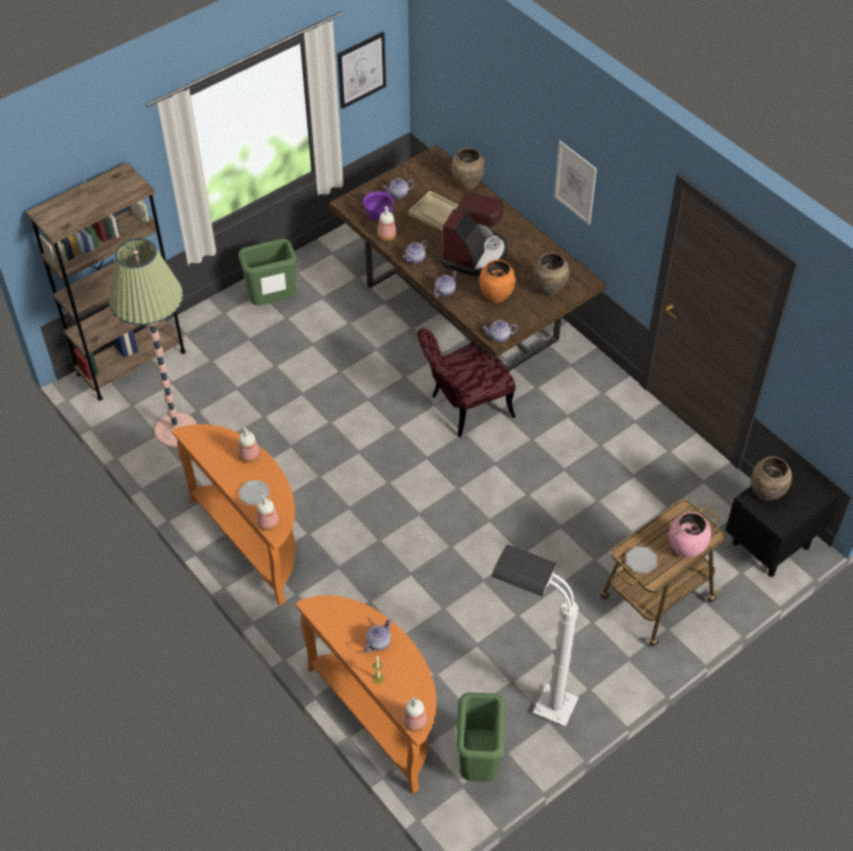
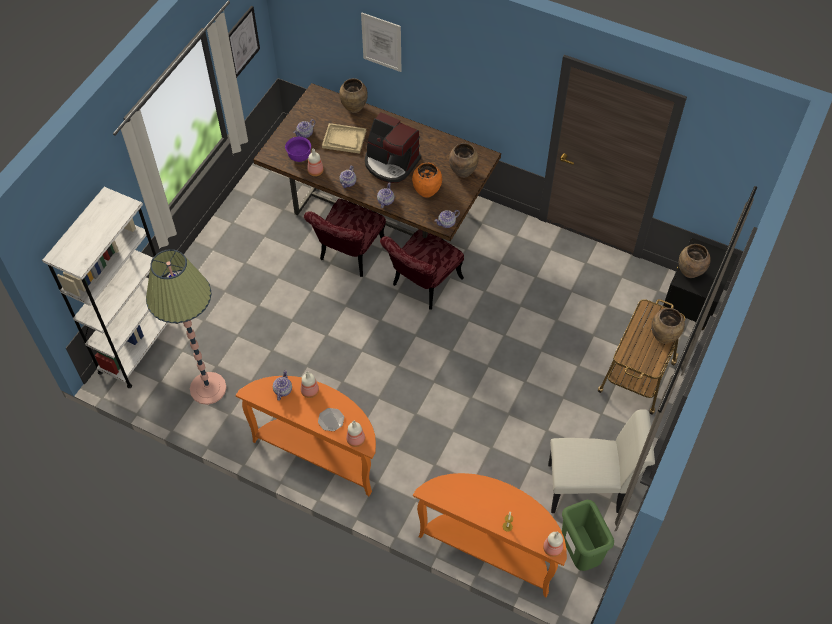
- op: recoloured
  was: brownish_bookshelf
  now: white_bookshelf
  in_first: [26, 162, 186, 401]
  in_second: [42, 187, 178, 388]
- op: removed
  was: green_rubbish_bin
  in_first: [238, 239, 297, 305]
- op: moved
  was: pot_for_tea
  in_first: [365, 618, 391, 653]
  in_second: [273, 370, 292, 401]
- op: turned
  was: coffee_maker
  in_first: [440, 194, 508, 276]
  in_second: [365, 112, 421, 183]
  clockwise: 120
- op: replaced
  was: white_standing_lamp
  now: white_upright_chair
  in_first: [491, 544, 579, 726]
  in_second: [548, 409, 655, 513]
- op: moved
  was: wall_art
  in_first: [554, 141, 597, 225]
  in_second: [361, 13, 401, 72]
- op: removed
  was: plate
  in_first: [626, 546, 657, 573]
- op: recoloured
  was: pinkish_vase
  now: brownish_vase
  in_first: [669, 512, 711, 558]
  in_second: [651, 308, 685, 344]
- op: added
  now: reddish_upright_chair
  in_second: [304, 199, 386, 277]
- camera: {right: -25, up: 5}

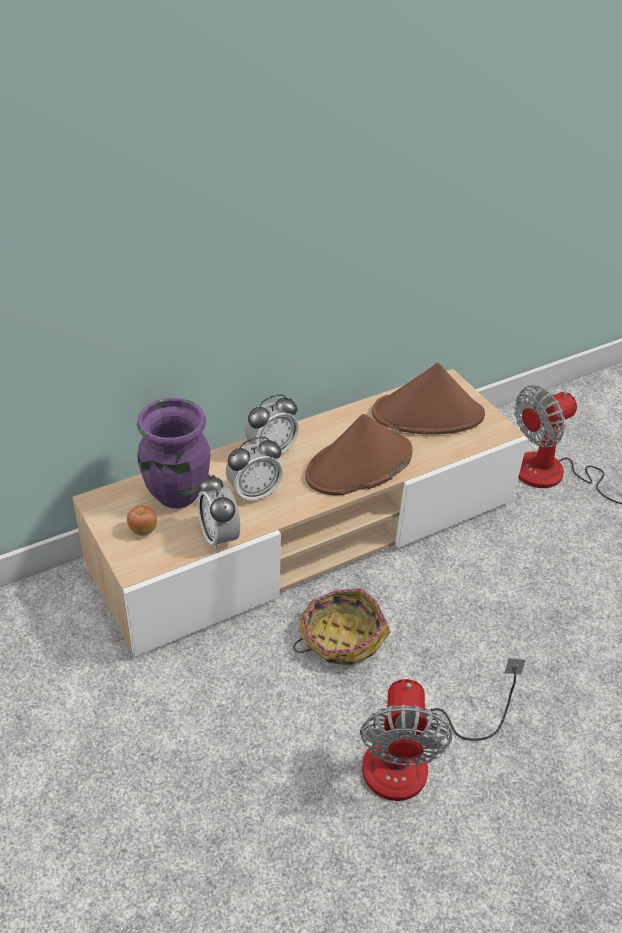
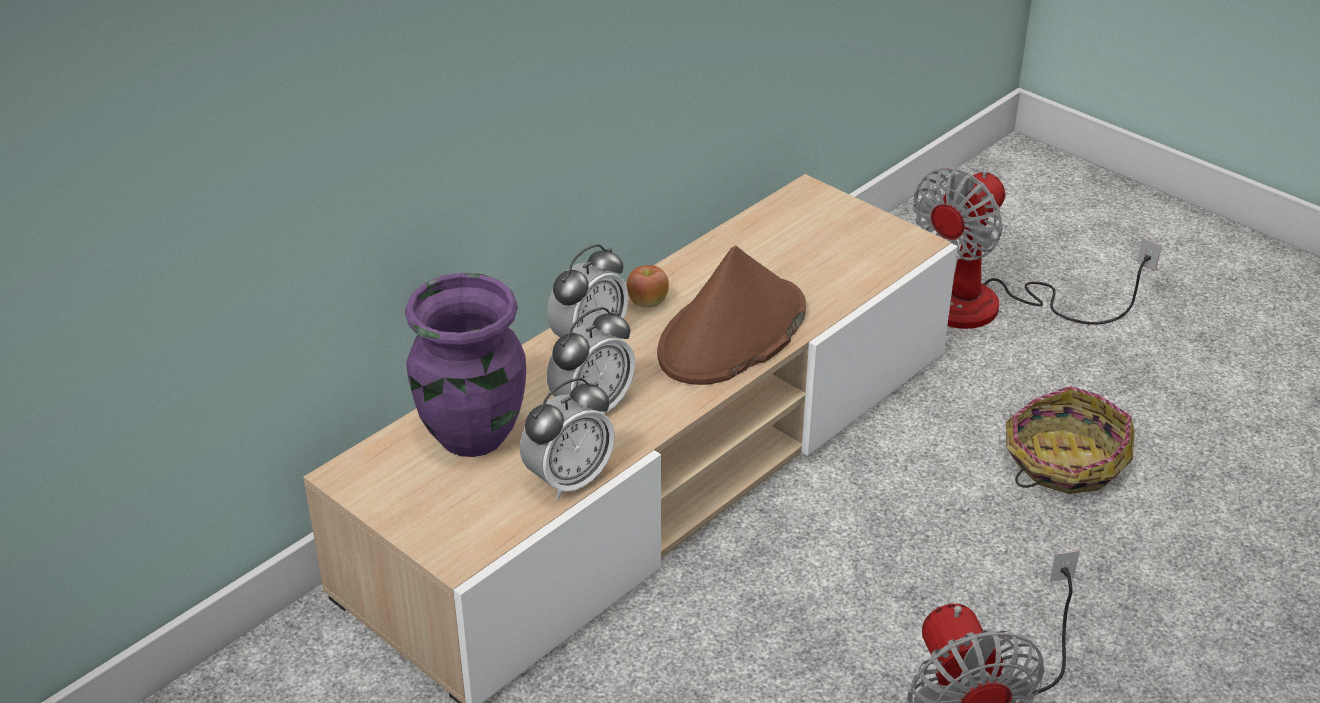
- op: moved
  was: apple_fruit
  in_first: [127, 506, 157, 536]
  in_second: [626, 265, 669, 308]
- op: turned
  was: table_clock
  in_first: [198, 474, 240, 550]
  in_second: [520, 378, 615, 500]
  clockwise: -90
- op: moved
  was: storage_basket
  in_first: [293, 588, 390, 666]
  in_second: [1006, 386, 1135, 494]
- op: removed
  was: brownish_wearable_hat
  in_first: [372, 363, 485, 435]
- camera: {right: -15, up: -5}

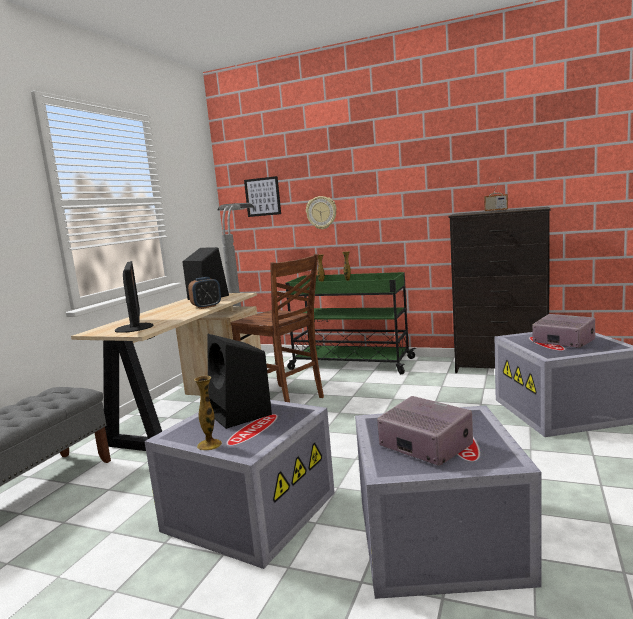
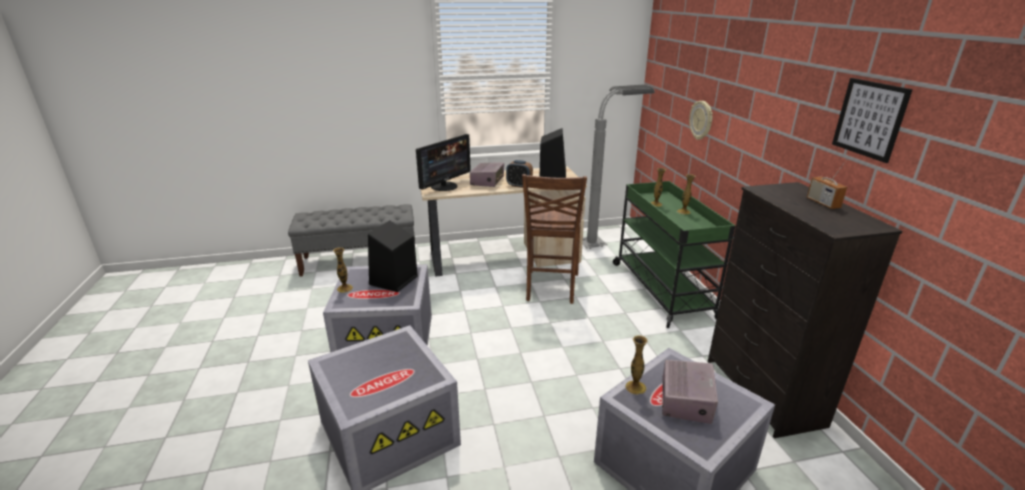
- op: moved
  was: wall_art
  in_first: [244, 176, 281, 217]
  in_second: [832, 78, 913, 163]
- op: moved
  was: radio_set
  in_first: [377, 396, 473, 465]
  in_second: [470, 162, 504, 187]
- op: added
  now: vase
  in_second: [625, 335, 648, 395]
- camera: {right: 55, up: 15}

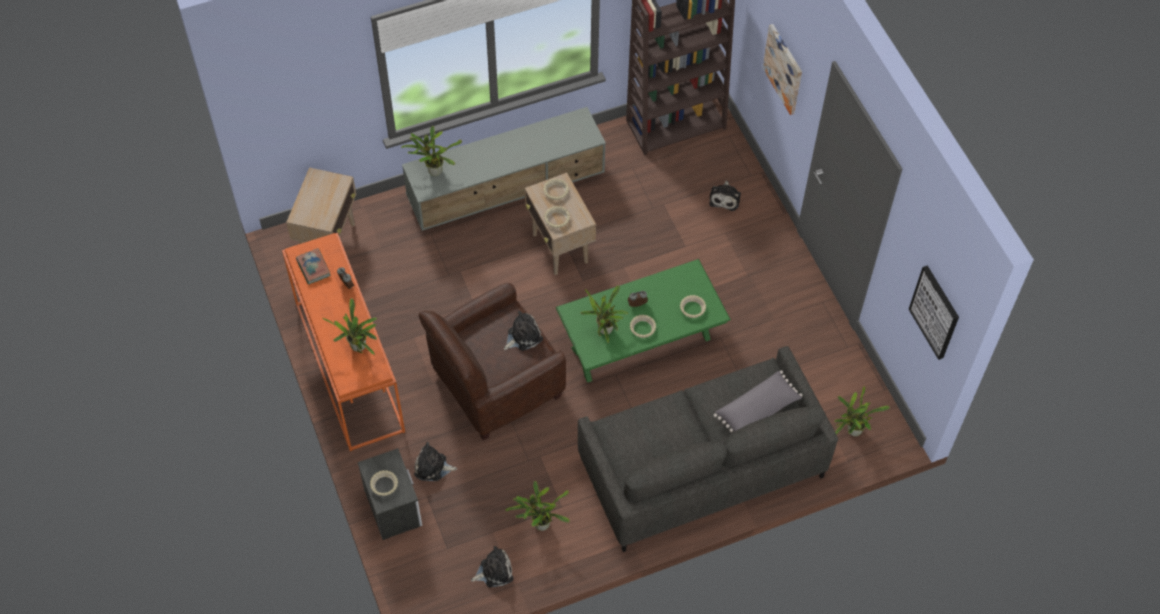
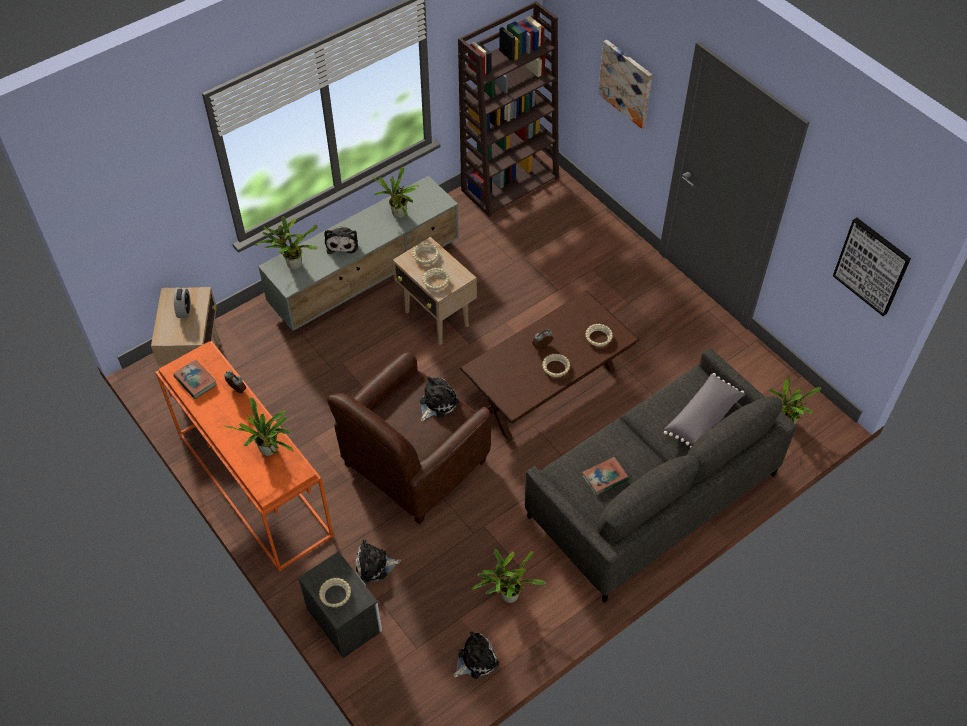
- op: recoloured
  was: green_coffee_table
  now: brownish_coffee_table
  in_first: [556, 259, 731, 383]
  in_second: [460, 290, 639, 440]
- op: moved
  was: plant_in_a_pot
  in_first: [581, 285, 628, 343]
  in_second: [372, 167, 419, 218]
- op: moved
  was: plush_toy
  in_first: [710, 180, 741, 211]
  in_second: [324, 226, 358, 254]
- op: added
  now: table_clock
  in_second: [174, 288, 191, 318]
- op: added
  now: bound_book
  in_second: [582, 457, 629, 496]
- camera: {right: -15, up: -5}

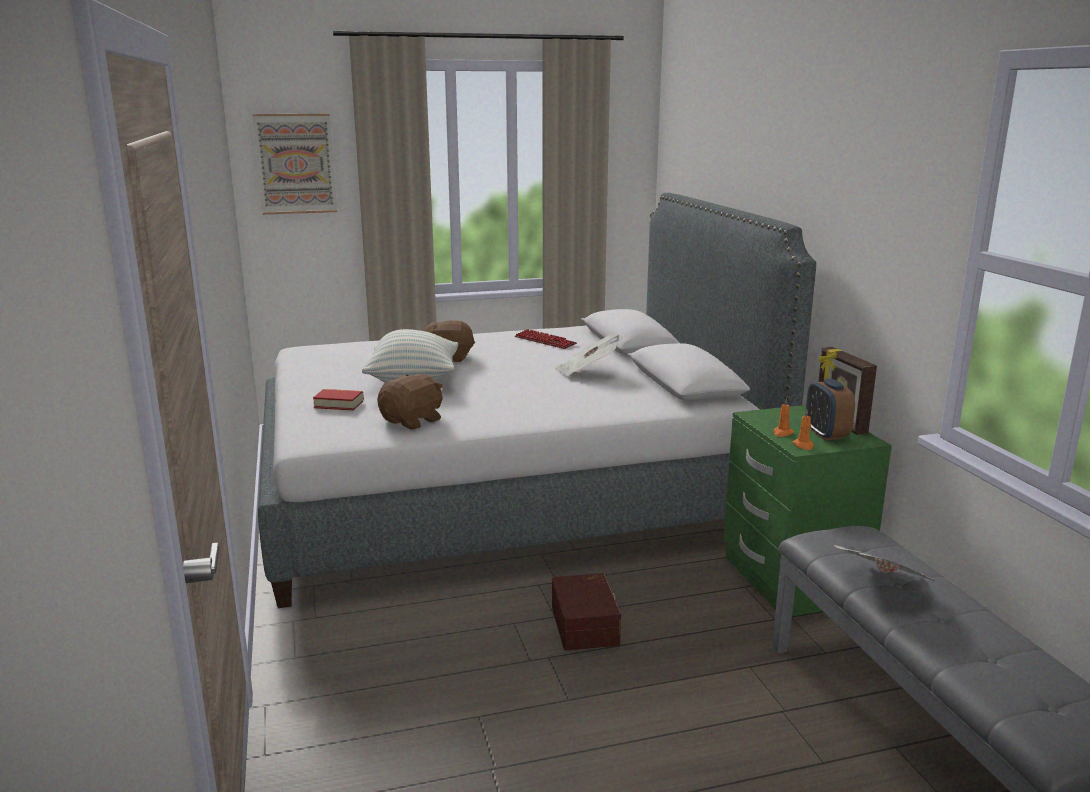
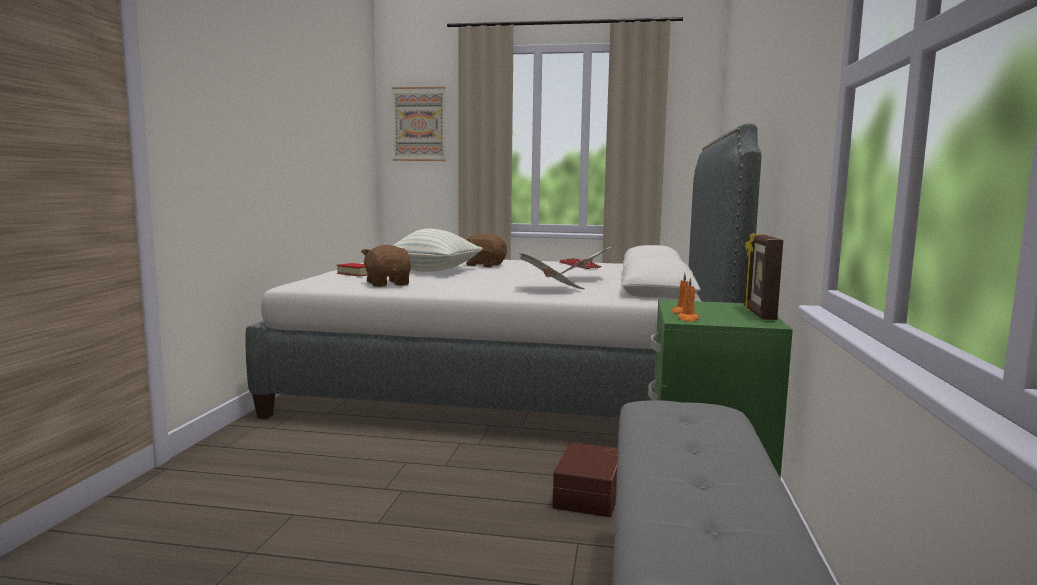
- op: turned
  was: brownish_plush_toy
  in_first: [377, 374, 443, 430]
  in_second: [361, 245, 411, 287]
  clockwise: -90
- op: moved
  was: brownish_storage_container
  in_first: [552, 573, 621, 650]
  in_second: [552, 442, 618, 517]
- op: removed
  was: table_clock
  in_first: [805, 379, 855, 440]
- op: moved
  was: printed_paper
  in_first: [834, 545, 936, 582]
  in_second: [519, 253, 585, 289]
- camera: {right: 25, up: -10}

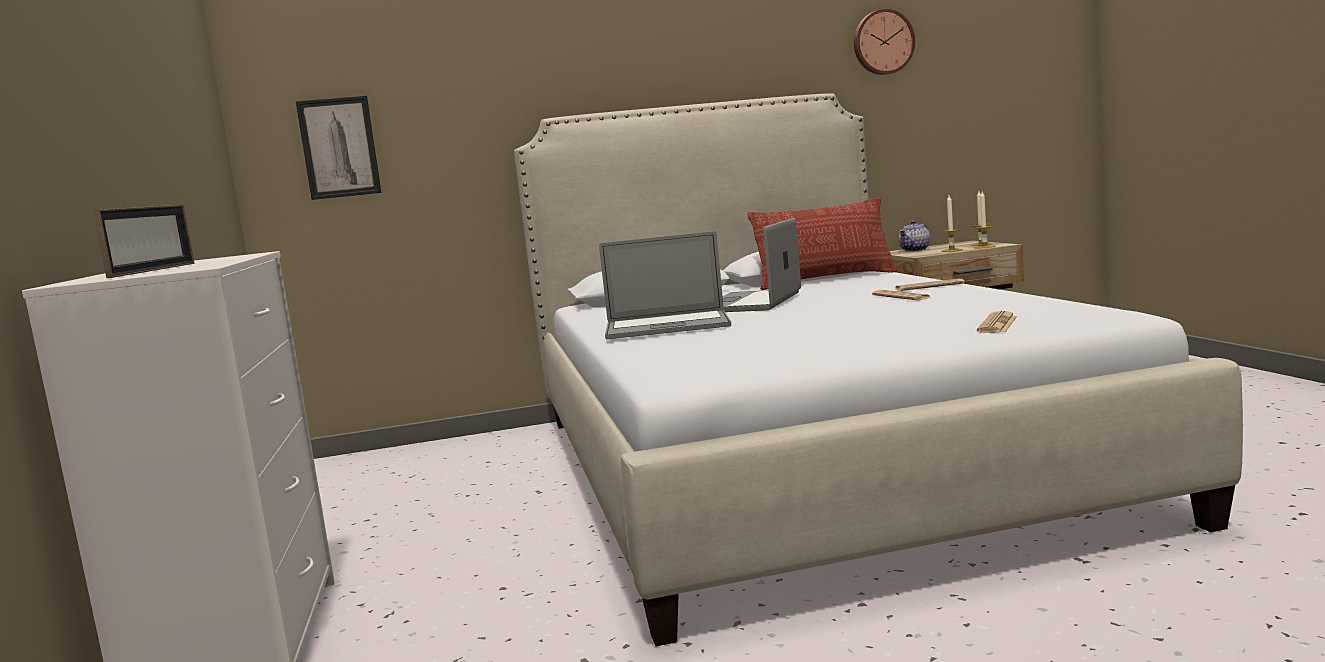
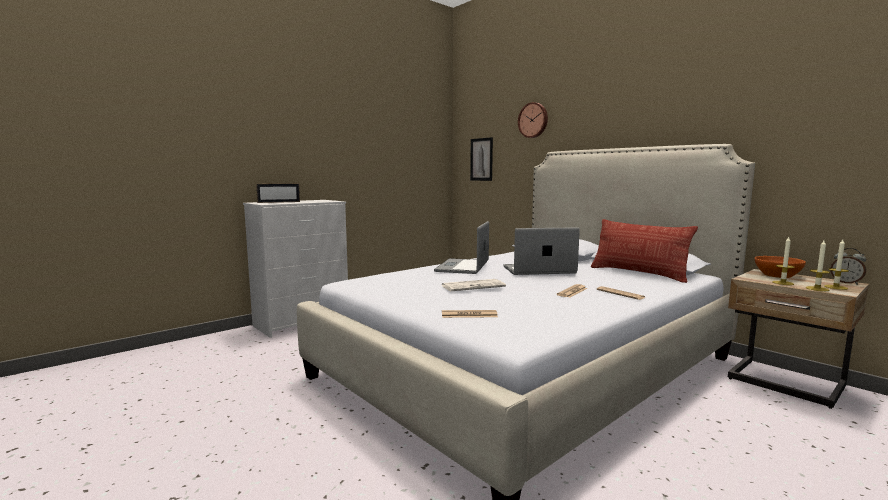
- op: turned
  was: notebook_computer
  in_first: [599, 231, 731, 339]
  in_second: [434, 221, 489, 274]
  clockwise: 45
- op: moved
  was: clock_on_the_wall
  in_first: [854, 9, 915, 75]
  in_second: [518, 102, 548, 138]
- op: replaced
  was: pot_for_tea
  now: orangey_serving_bowl
  in_first: [899, 220, 930, 251]
  in_second: [755, 256, 806, 278]
- op: added
  now: printed_paper
  in_second: [441, 279, 506, 291]
- op: added
  now: table_clock
  in_second: [830, 248, 866, 285]
- camera: {right: 60, up: 0}

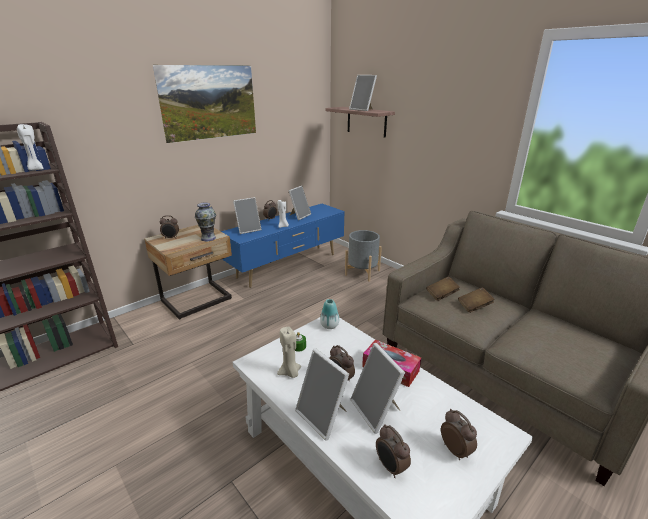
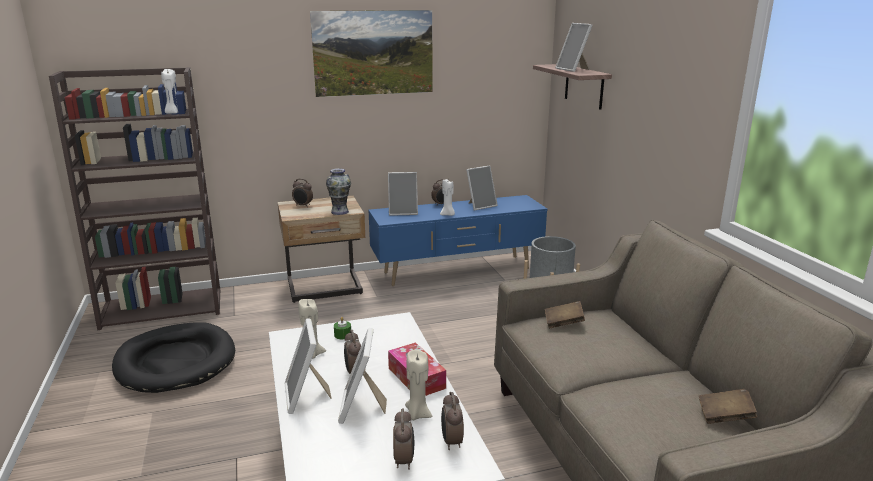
- op: removed
  was: vase
  in_first: [320, 299, 339, 329]
- op: moved
  was: table_clock
  in_first: [376, 424, 411, 478]
  in_second: [441, 392, 464, 450]
- op: moved
  was: brownish_bound_book
  in_first: [458, 287, 495, 313]
  in_second: [699, 389, 757, 424]
- op: added
  now: black_dog_bed
  in_second: [112, 322, 235, 393]
- op: added
  now: beige-coloured_wax_light
  in_second: [405, 350, 432, 420]
- camera: {right: 25, up: -5}

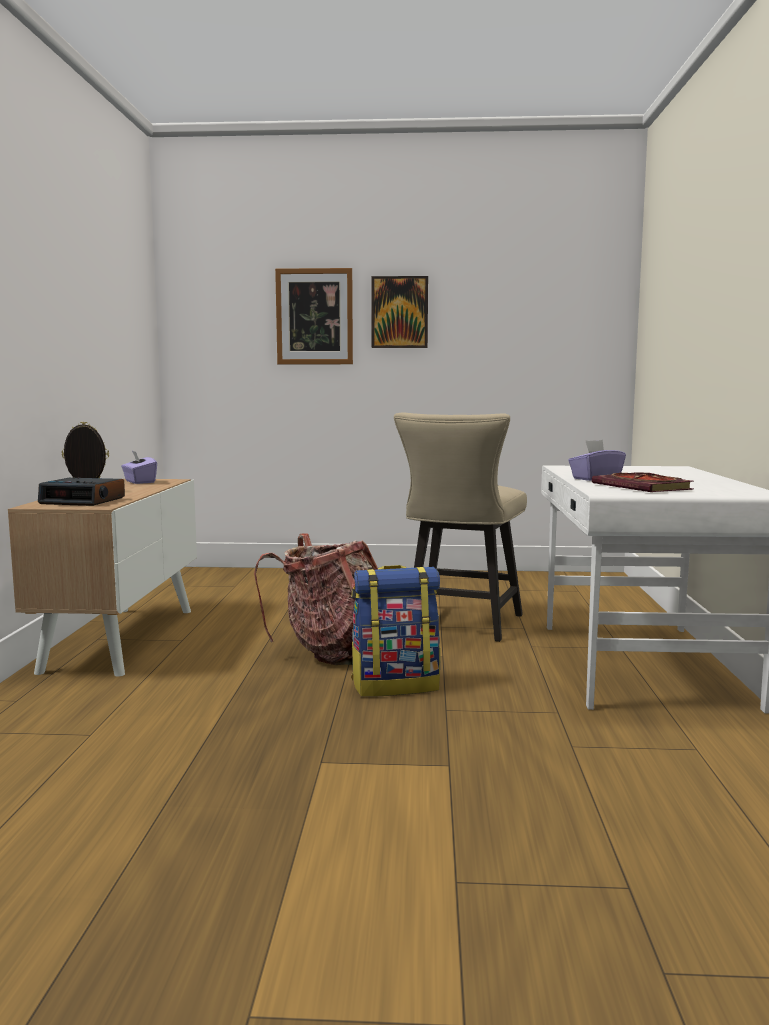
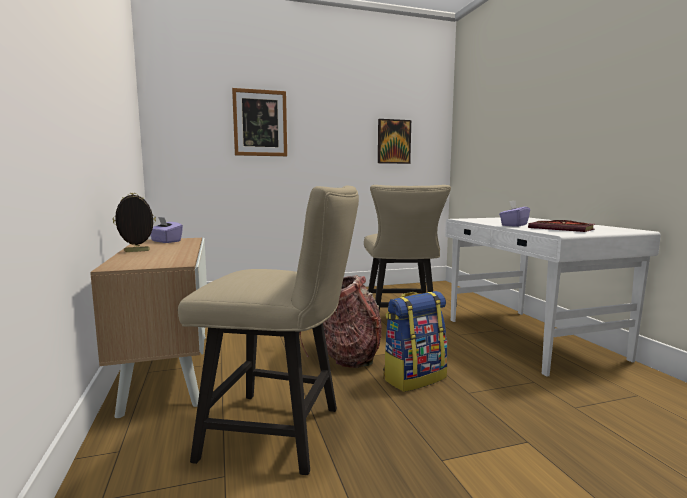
- op: removed
  was: table_clock
  in_first: [38, 477, 125, 506]
- op: moved
  was: wall_art
  in_first: [371, 276, 428, 348]
  in_second: [378, 119, 411, 164]
- op: added
  now: beige-coloured_upright_chair
  in_second: [178, 185, 359, 475]
- camera: {right: -20, up: 0}

